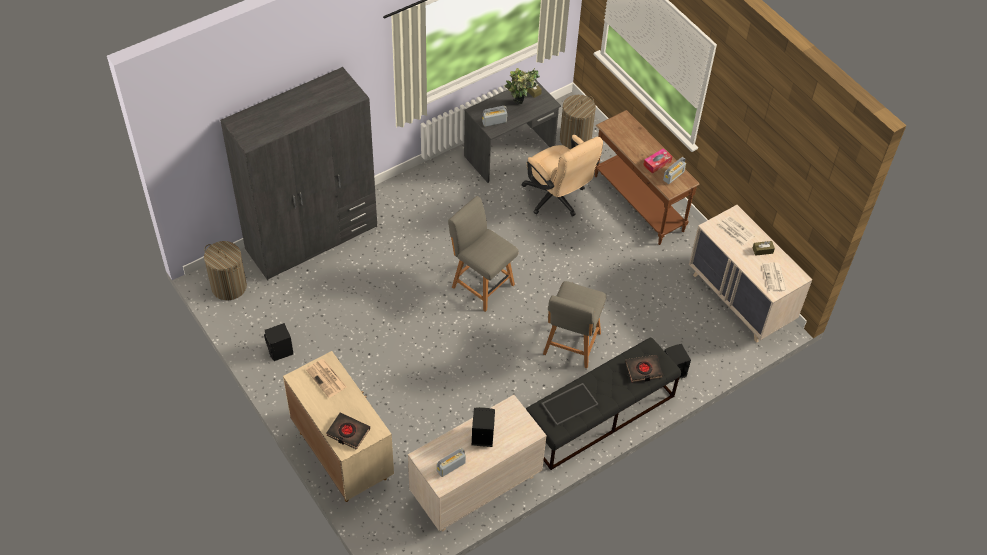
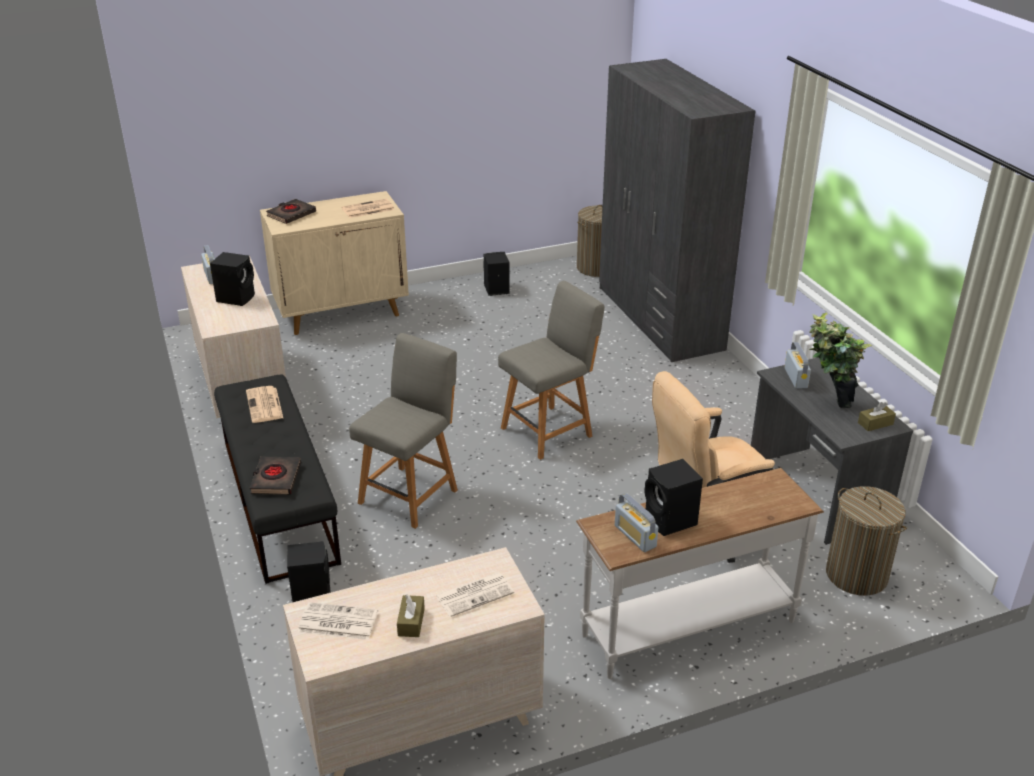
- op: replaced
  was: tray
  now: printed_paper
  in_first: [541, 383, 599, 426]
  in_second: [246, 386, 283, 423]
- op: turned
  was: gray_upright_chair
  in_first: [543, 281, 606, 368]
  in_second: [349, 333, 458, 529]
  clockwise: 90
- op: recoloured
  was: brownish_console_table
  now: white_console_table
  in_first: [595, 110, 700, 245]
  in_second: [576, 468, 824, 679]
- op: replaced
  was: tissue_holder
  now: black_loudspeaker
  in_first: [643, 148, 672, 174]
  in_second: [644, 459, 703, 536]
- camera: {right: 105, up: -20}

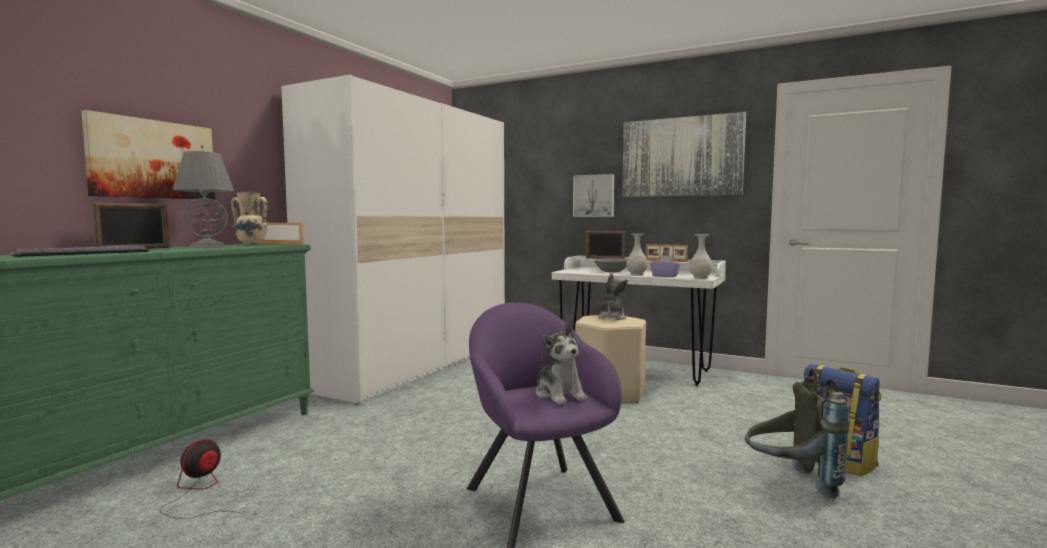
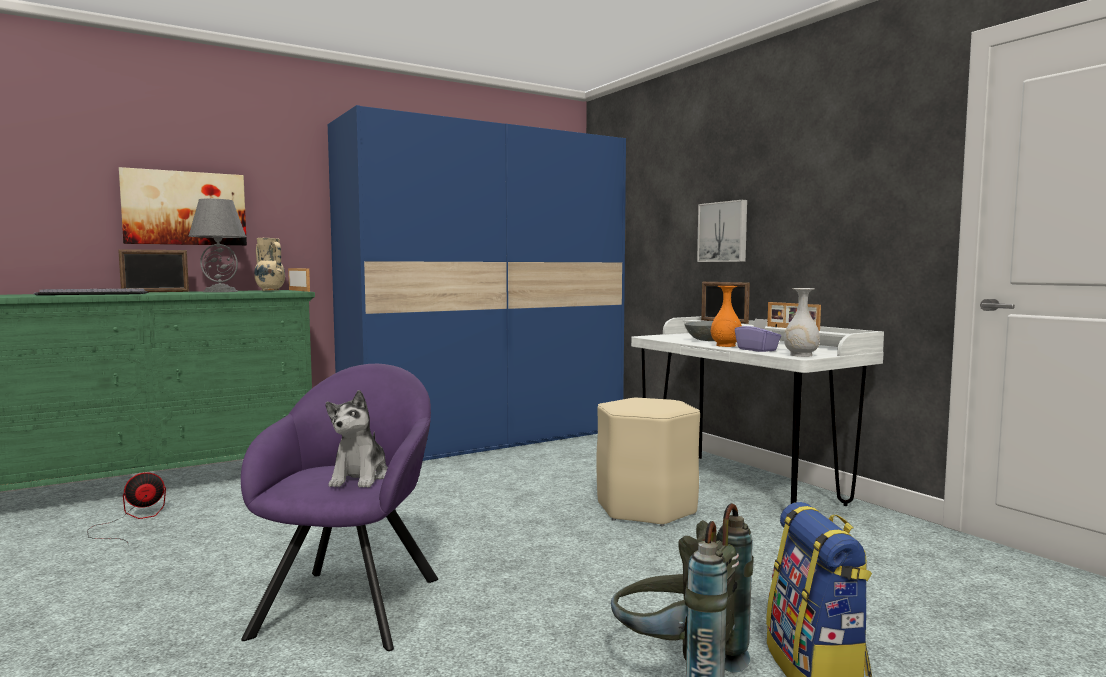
- op: recoloured
  was: white_clothes_cupboard
  now: blue_clothes_cupboard
  in_first: [281, 75, 505, 404]
  in_second: [328, 105, 626, 461]
- op: removed
  was: plush_toy
  in_first: [598, 273, 628, 320]
- op: removed
  was: wall_art
  in_first: [622, 112, 746, 197]
- op: recoloured
  was: white_vase
  now: orangey_vase
  in_first: [626, 234, 648, 276]
  in_second: [711, 286, 742, 347]
- camera: {right: 30, up: 0}

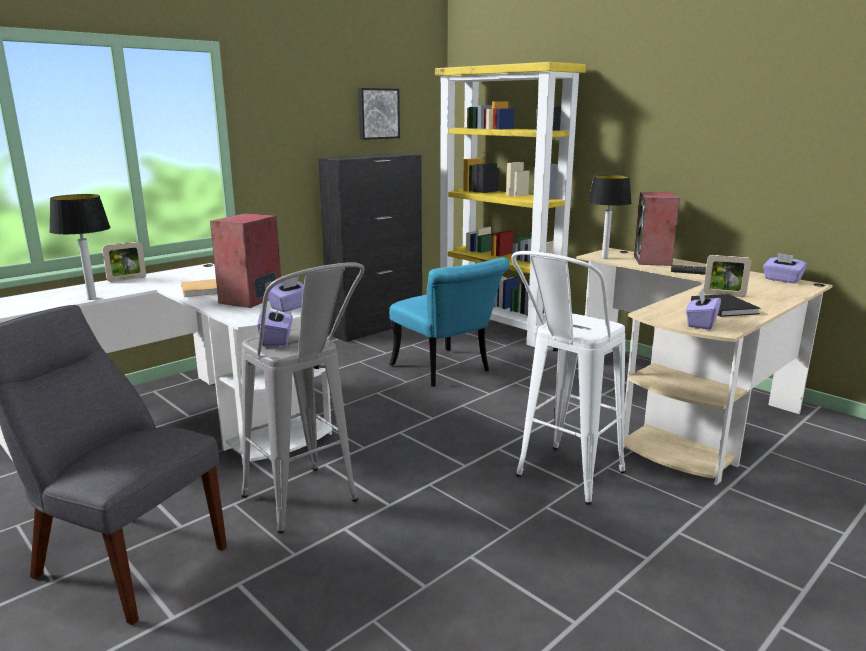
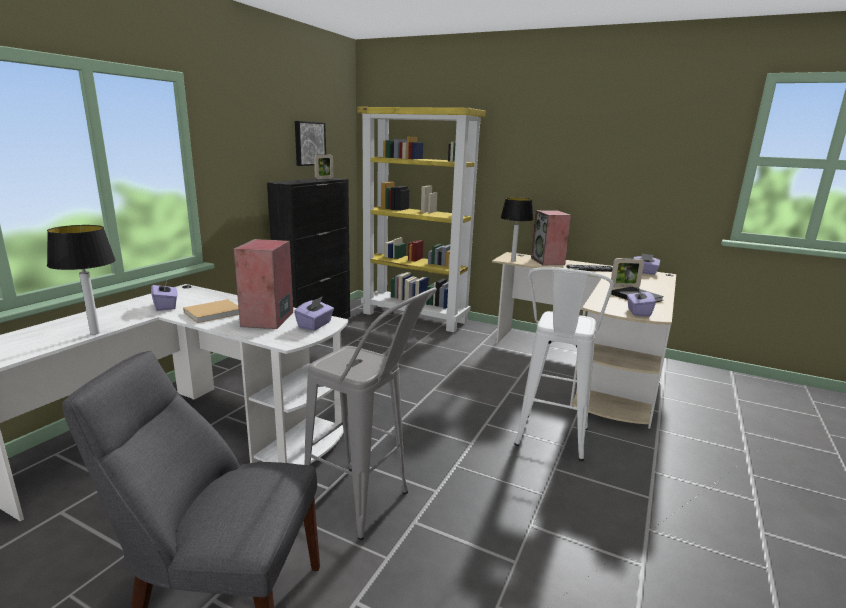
- op: moved
  was: picture_frame
  in_first: [102, 242, 146, 282]
  in_second: [314, 155, 333, 179]
- op: moved
  was: purple-coloured_tissue_holder
  in_first: [257, 303, 293, 347]
  in_second: [151, 278, 177, 311]
- op: removed
  was: turquoise_upright_chair
  in_first: [389, 257, 510, 387]
- camera: {right: -20, up: 0}

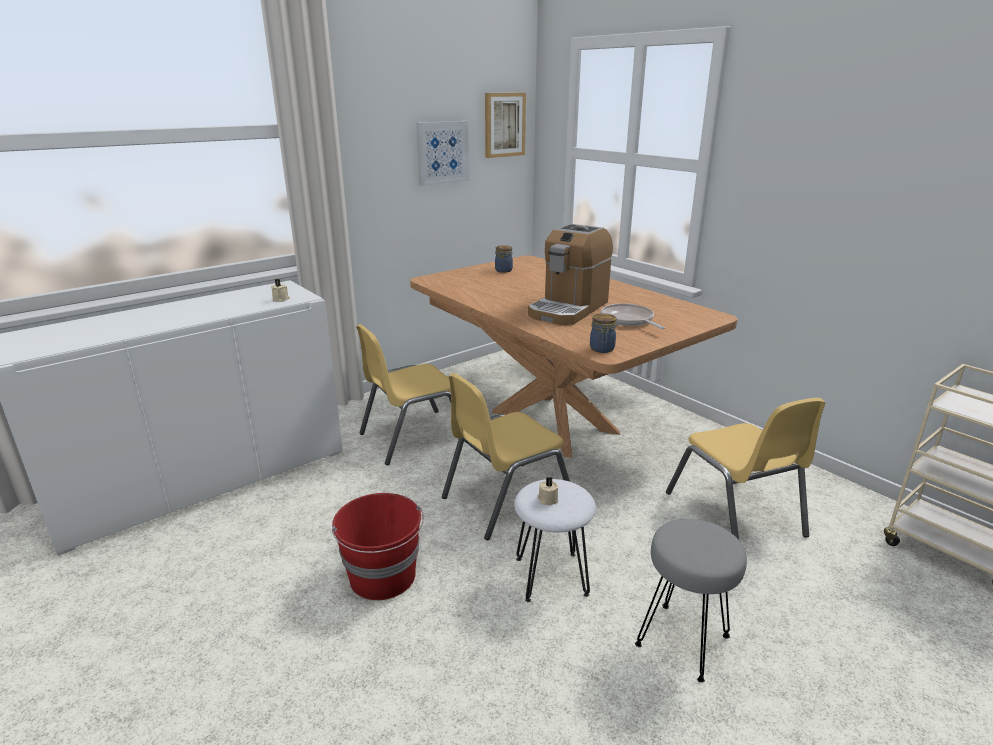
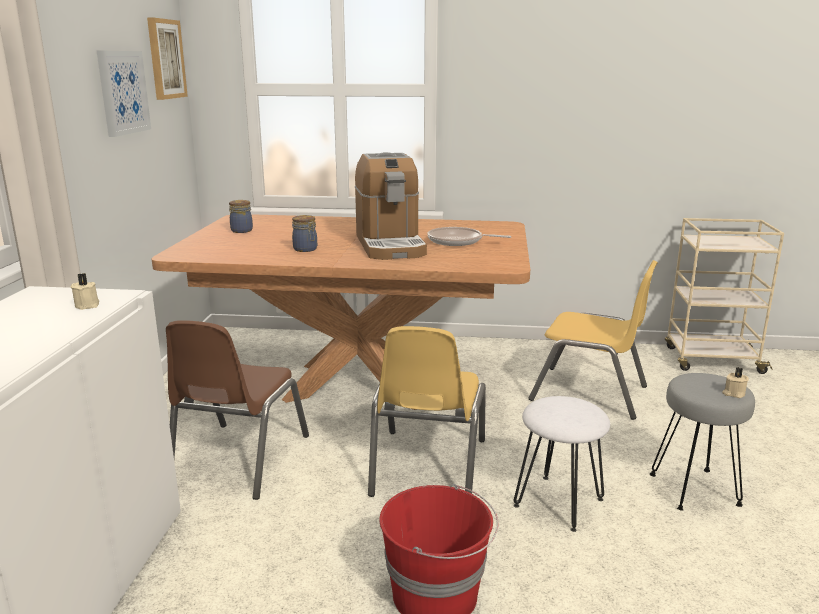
- op: recoloured
  was: yellow-coloured_upright_chair
  now: brownish_upright_chair
  in_first: [356, 324, 451, 465]
  in_second: [166, 320, 309, 500]
- op: moved
  was: beige-coloured_wax_light
  in_first: [537, 477, 558, 505]
  in_second: [722, 367, 749, 398]
- op: moved
  was: storage_jar
  in_first: [590, 313, 617, 353]
  in_second: [292, 215, 317, 252]
- camera: {right: -45, up: -5}

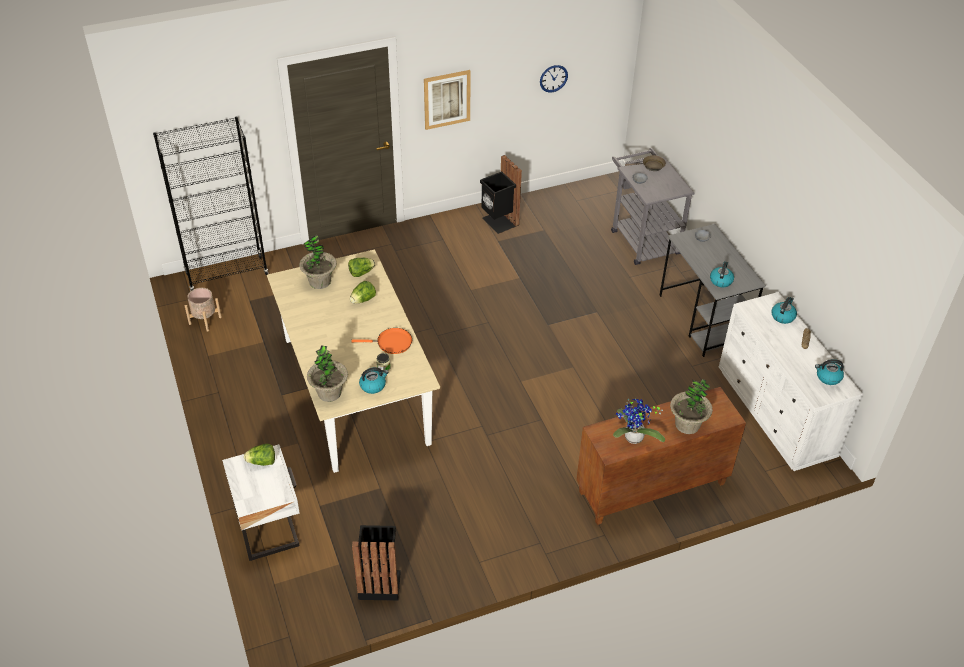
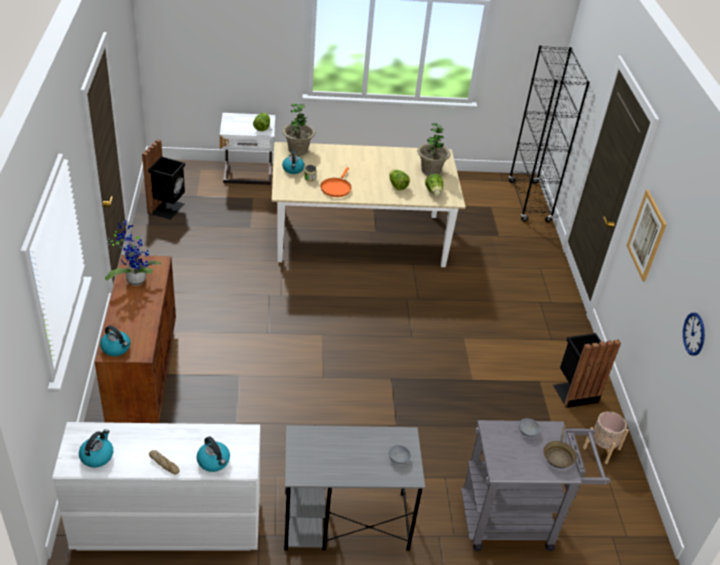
- op: moved
  was: beige-coloured_flower_pot
  in_first: [185, 288, 222, 332]
  in_second: [583, 411, 629, 464]
- op: removed
  was: plant_in_a_pot
  in_first: [670, 379, 713, 434]
- op: moved
  was: water_kettle
  in_first: [710, 261, 734, 287]
  in_second: [100, 325, 130, 356]
- camera: {right: 105, up: -5}

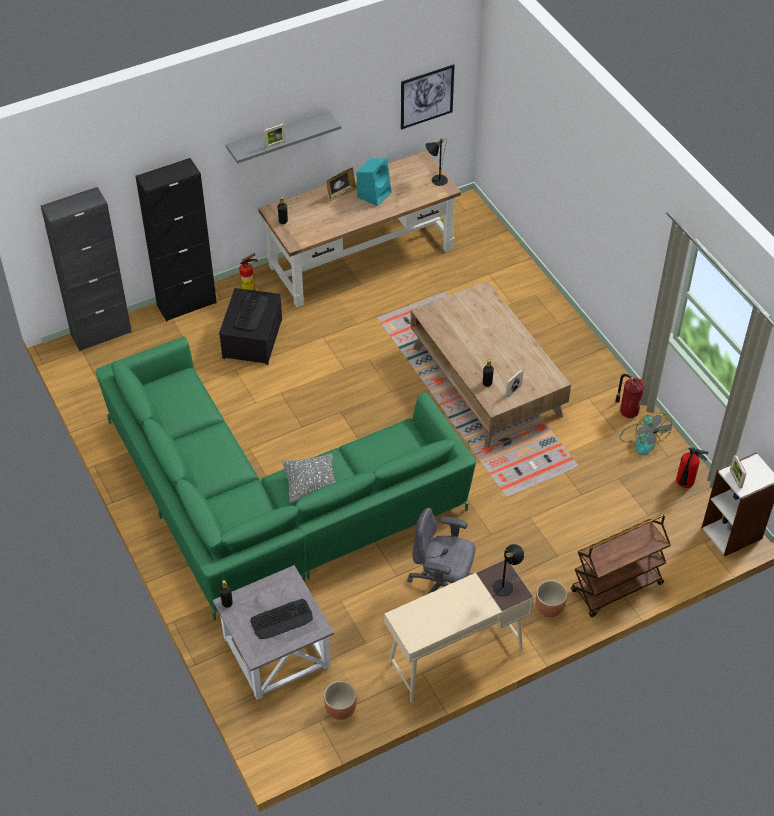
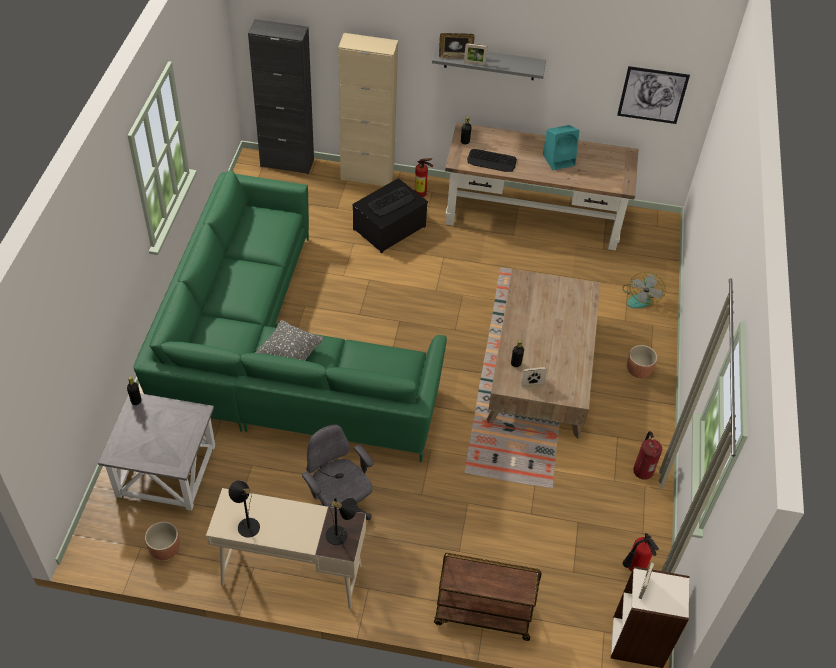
- op: recoloured
  was: black_storage_cabinet
  now: beige-coloured_storage_cabinet
  in_first: [135, 158, 217, 322]
  in_second: [338, 33, 398, 186]
- op: moved
  was: keyboard
  in_first: [250, 599, 313, 639]
  in_second: [467, 149, 517, 172]
- op: moved
  was: picture_frame
  in_first: [326, 167, 357, 202]
  in_second: [439, 33, 475, 59]
- op: moved
  was: black_table_lamp
  in_first: [426, 138, 448, 186]
  in_second: [228, 480, 260, 537]
- op: moved
  was: brownish_flower_pot
  in_first: [536, 580, 567, 617]
  in_second: [627, 345, 657, 378]
- op: moved
  was: cooling_fan
  in_first: [620, 412, 672, 455]
  in_second: [622, 272, 666, 308]
- camera: {right: 35, up: 0}

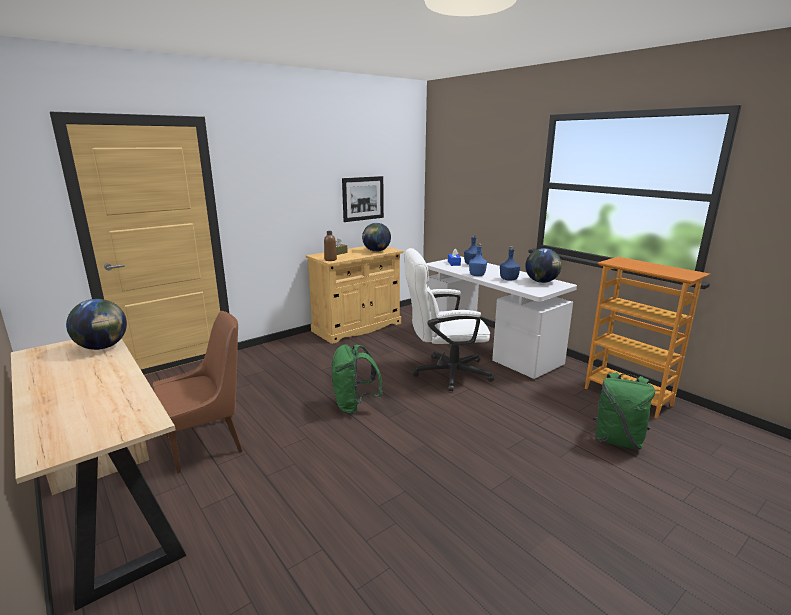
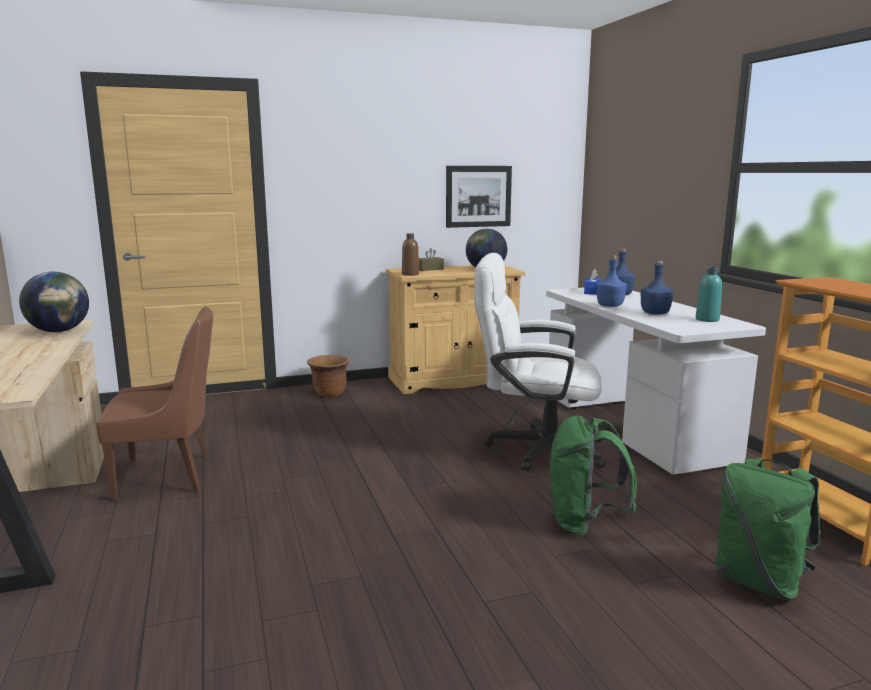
- op: moved
  was: green_knapsack
  in_first: [332, 344, 383, 414]
  in_second: [550, 416, 637, 536]
- op: replaced
  was: world_globe
  now: turquoise_beverage_bottle
  in_first: [525, 248, 562, 283]
  in_second: [696, 267, 722, 322]
- op: added
  now: brownish_flower_pot
  in_second: [307, 355, 350, 397]
- camera: {right: 20, up: -5}

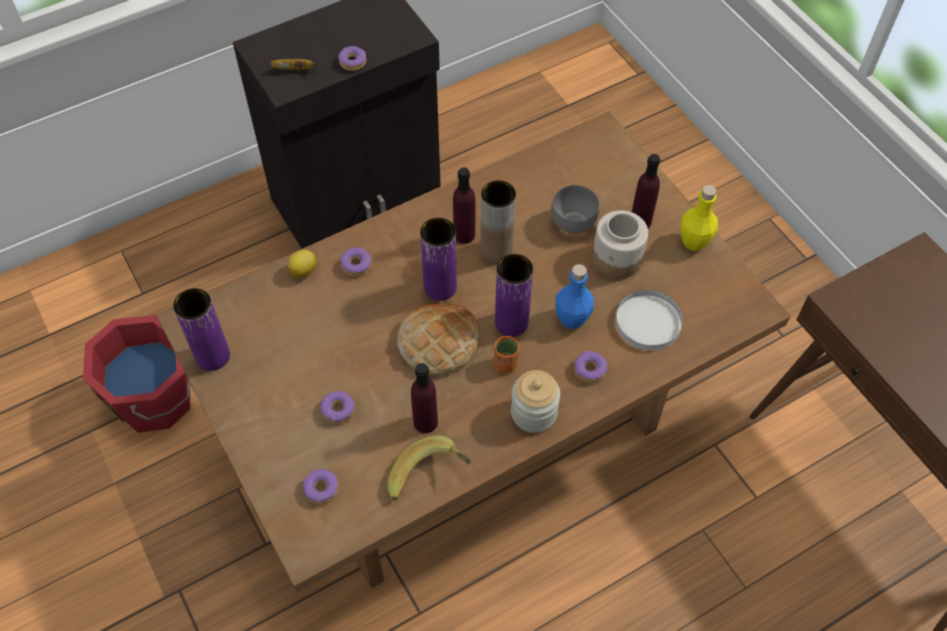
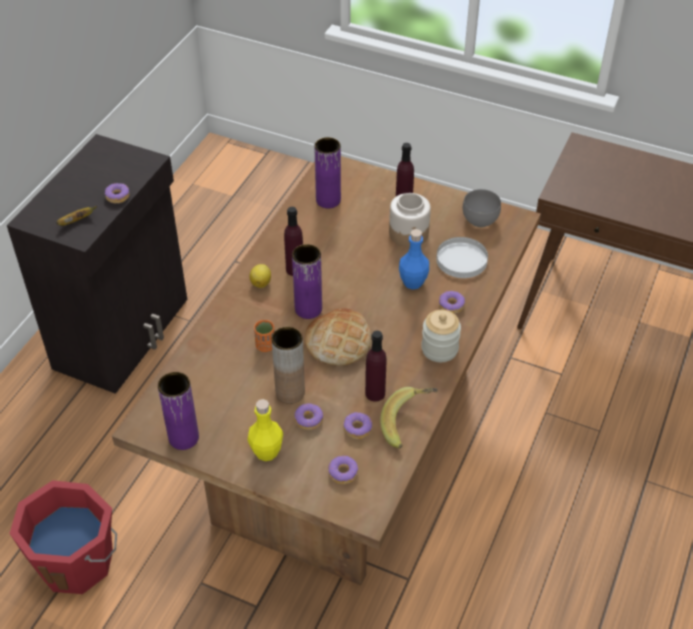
- op: moved
  was: lemon
  in_first: [287, 250, 317, 278]
  in_second: [249, 264, 271, 288]
- op: moved
  was: donut
  in_first: [340, 248, 372, 277]
  in_second: [344, 412, 372, 439]
- op: moved
  was: brownish_vase
  in_first: [480, 180, 516, 264]
  in_second: [271, 327, 305, 404]
- op: moved
  was: orangey_small_cup
  in_first: [494, 336, 519, 373]
  in_second: [254, 320, 275, 352]
- op: moved
  was: purple-coloured_vase
  in_first: [495, 254, 533, 337]
  in_second: [314, 137, 341, 208]
- op: moved
  was: gray_serving_bowl
  in_first: [551, 185, 599, 234]
  in_second: [463, 189, 501, 227]
- op: moved
  was: yellow-coloured_beverage_bottle
  in_first: [681, 185, 718, 251]
  in_second: [247, 399, 283, 461]
- camera: {right: -35, up: -10}

